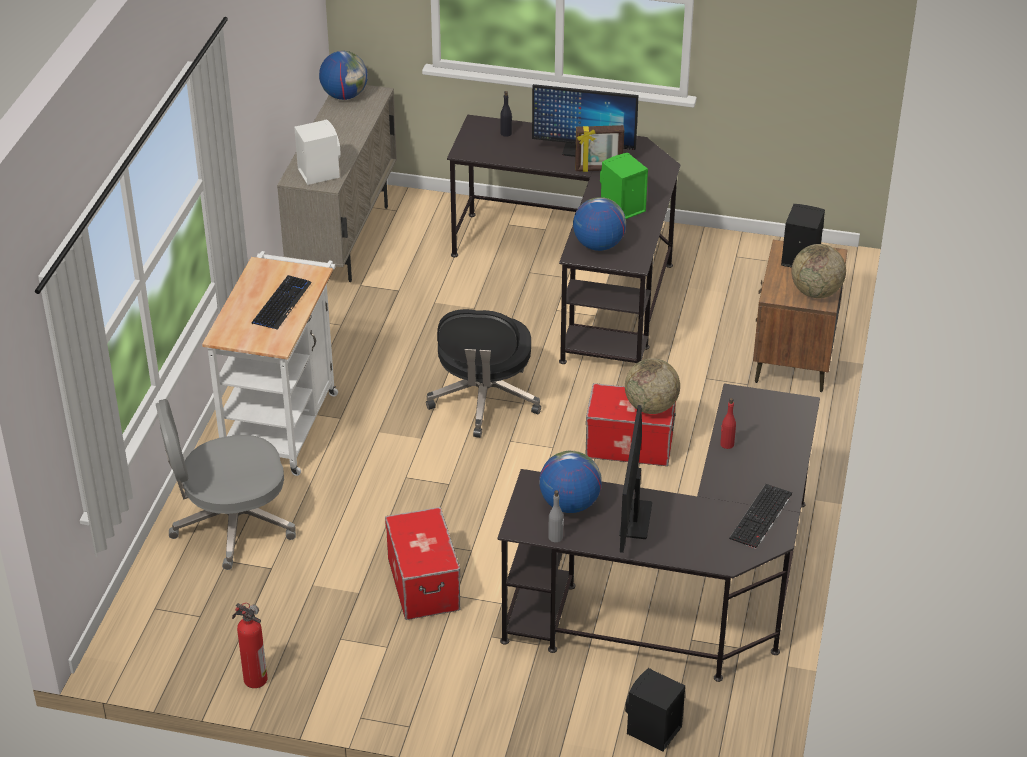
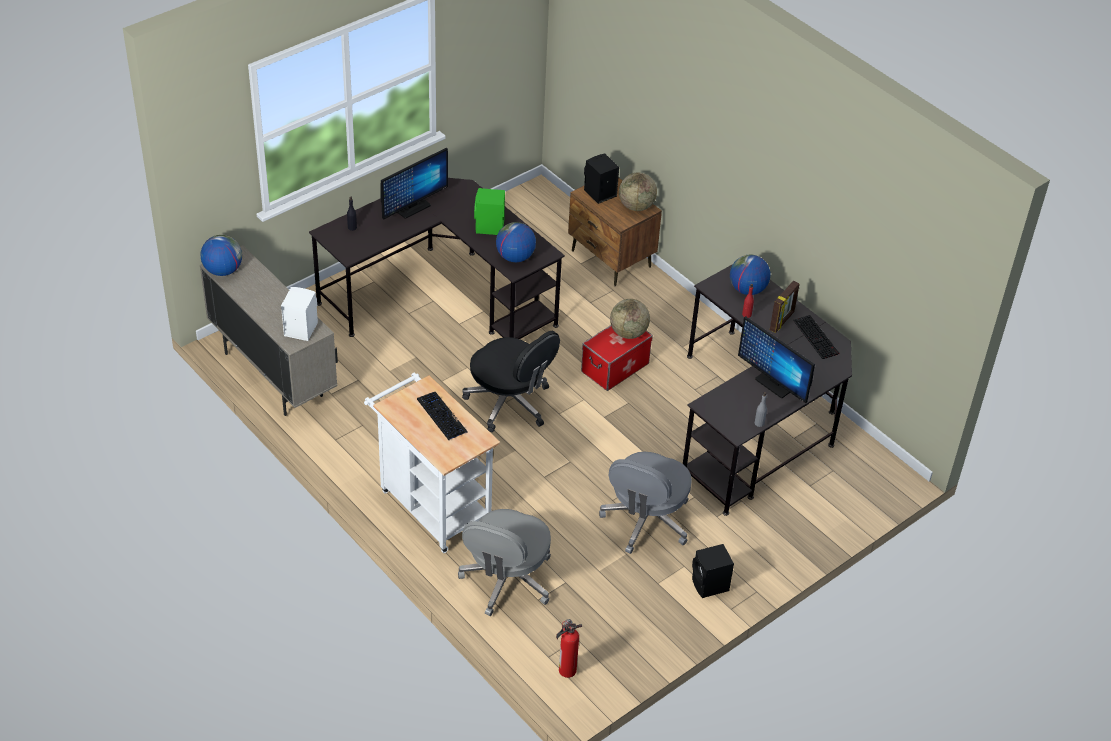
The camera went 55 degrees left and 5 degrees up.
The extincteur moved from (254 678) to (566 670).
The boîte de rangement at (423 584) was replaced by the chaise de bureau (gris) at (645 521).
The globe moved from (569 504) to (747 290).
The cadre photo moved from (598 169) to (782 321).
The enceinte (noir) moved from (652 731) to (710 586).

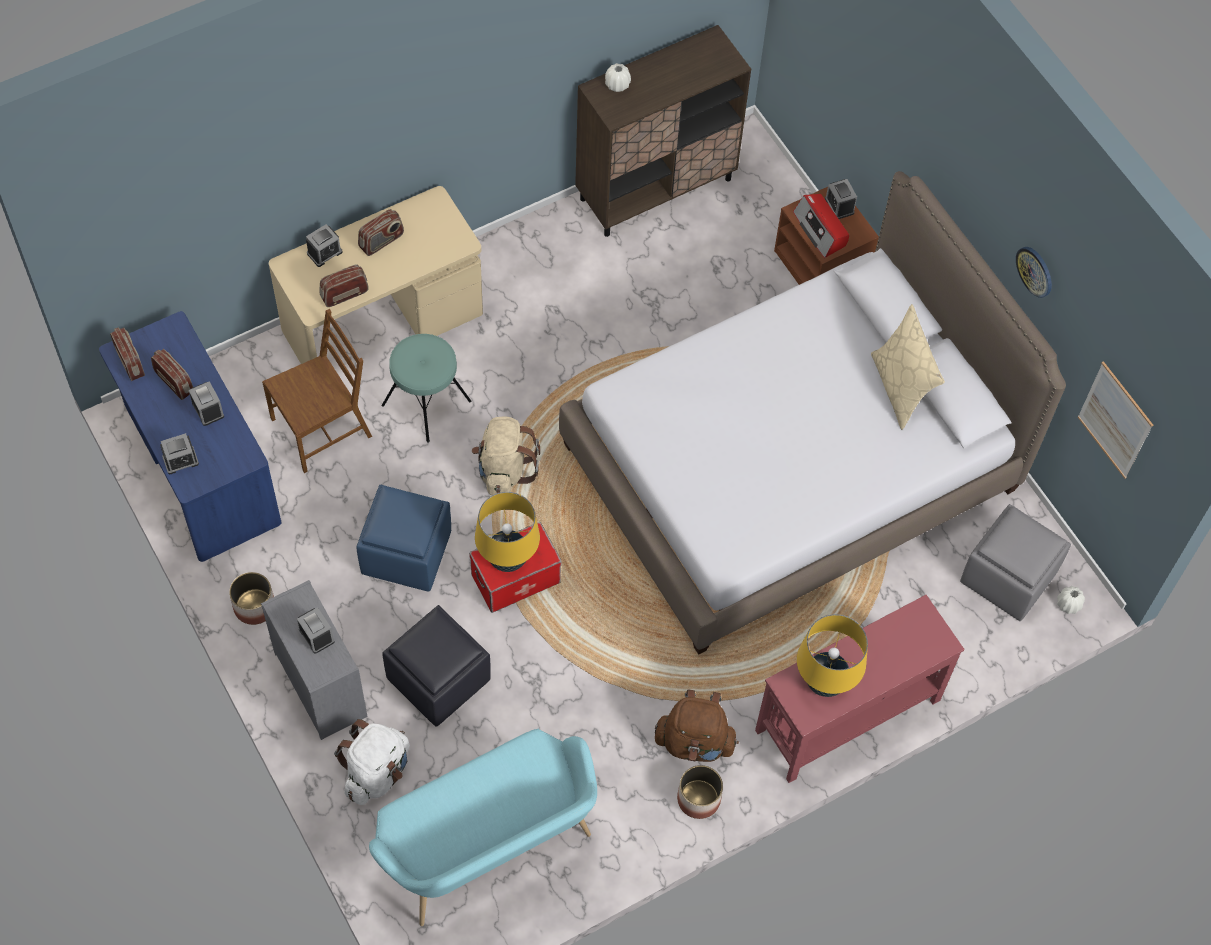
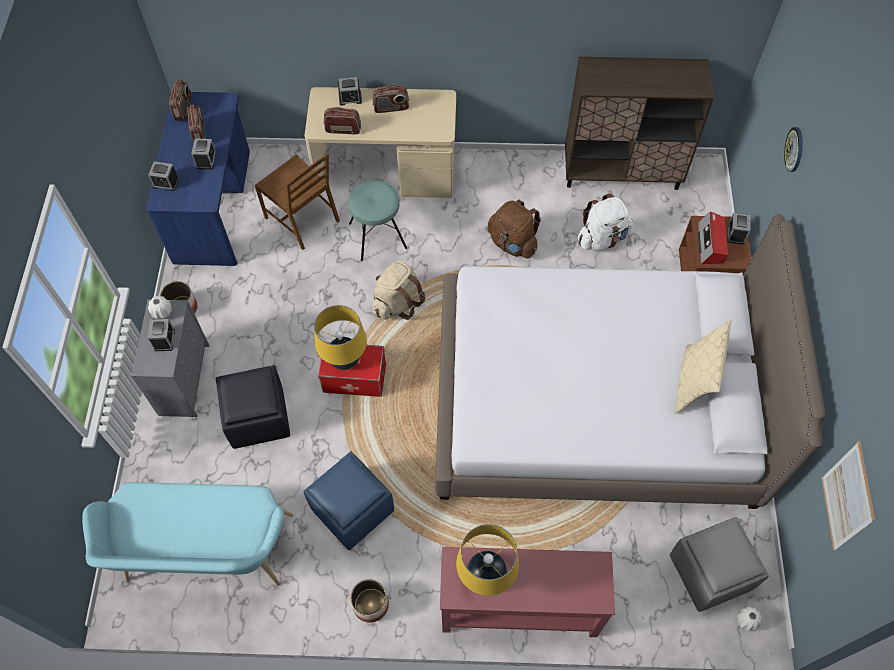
The camera went 35 degrees right and 0 degrees up.
The chaise (marron) at (322 427) turned 45 degrees clockwise.
The sac à dos (blanc) moved from (376 772) to (602 238).
The pouf (bleu) moved from (406 552) to (352 508).
The vase (blanc) moved from (617 84) to (162 312).
The sac à dos (marron) moved from (694 742) to (513 243).
The horloge murale moved from (1035 271) to (794 149).

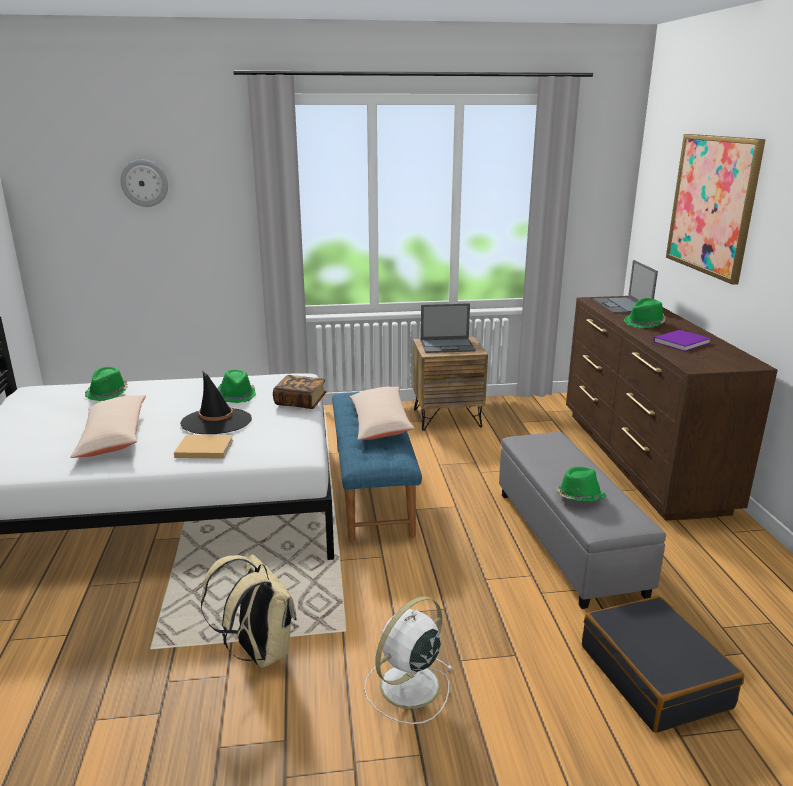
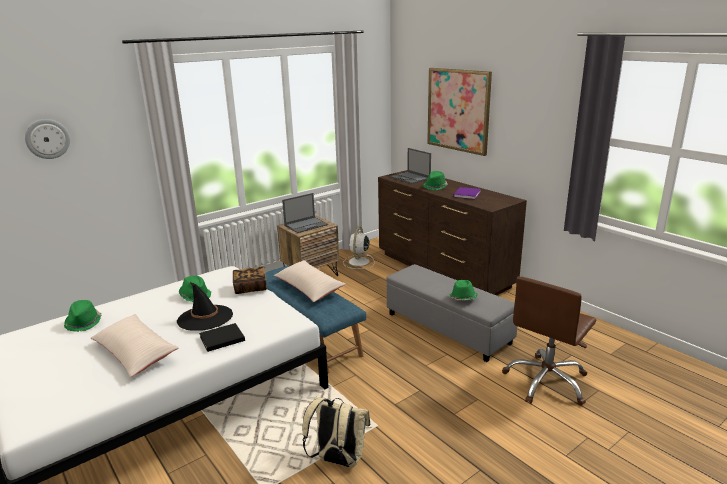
The camera went 30 degrees left and 0 degrees up.
The livre (beige) at (203 448) became the livre (noir) at (220 339).
The ventilateur (blanc) moved from (407 687) to (358 262).
The valise (noir) at (655 676) was replaced by the chaise de bureau (marron) at (546 381).

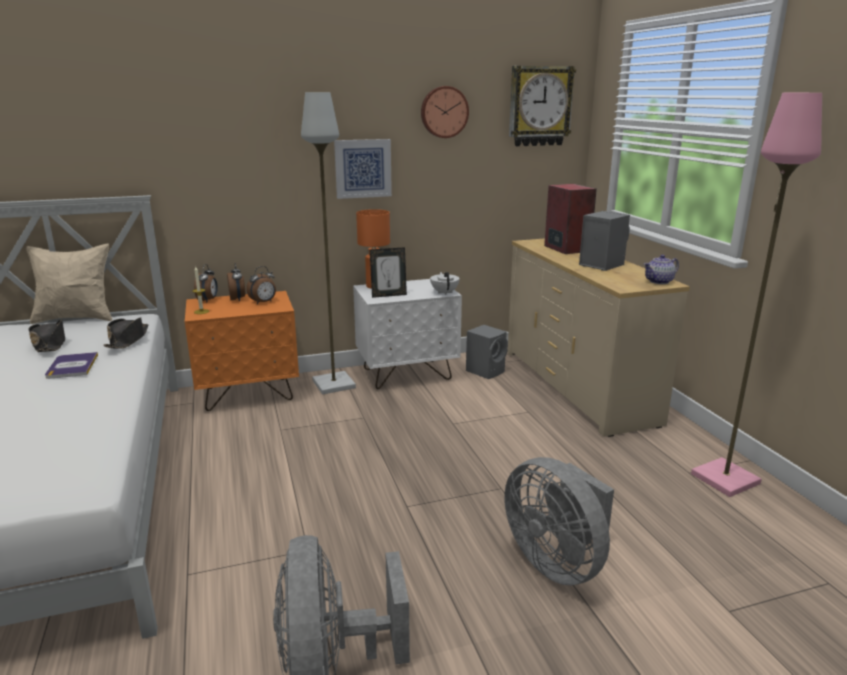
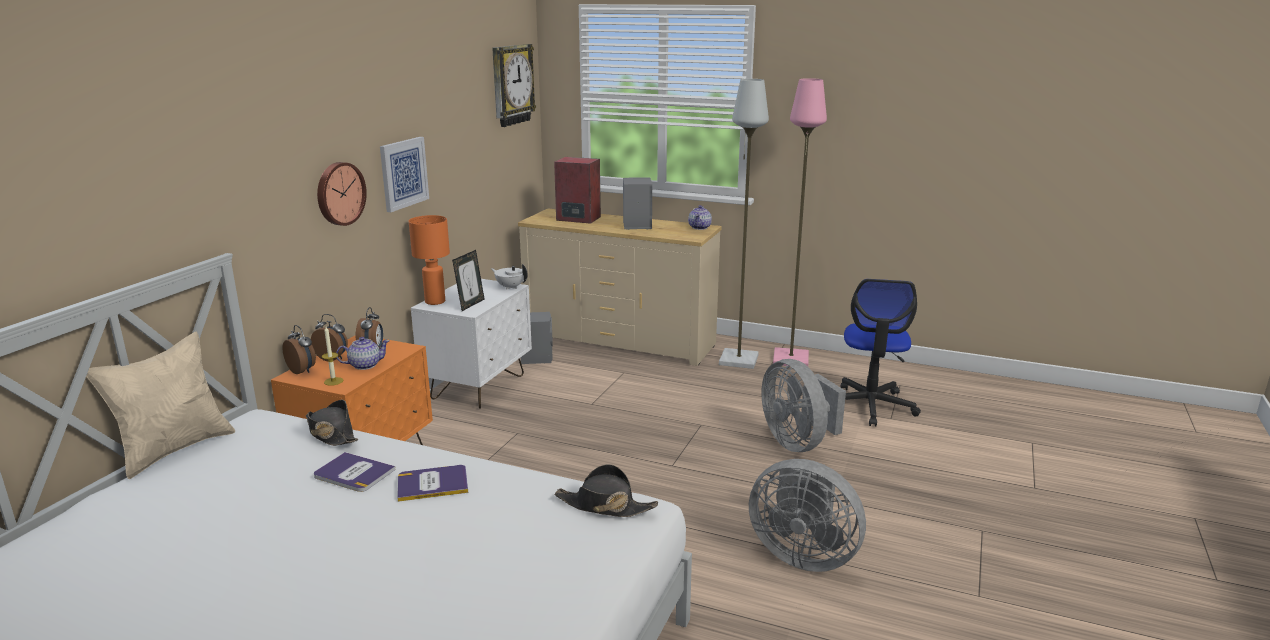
The camera went 50 degrees left and 0 degrees up.
The chapeau (noir) moved from (50 344) to (605 506).
The lampadaire (gris) moved from (333 384) to (738 360).
The horloge murale moved from (444 112) to (339 193).
The ventilateur (gris) at (557 562) turned 60 degrees clockwise.
The théière at (364 365) appeared.
The livre at (432 484) appeared.
The chaise de bureau at (870 406) appeared.

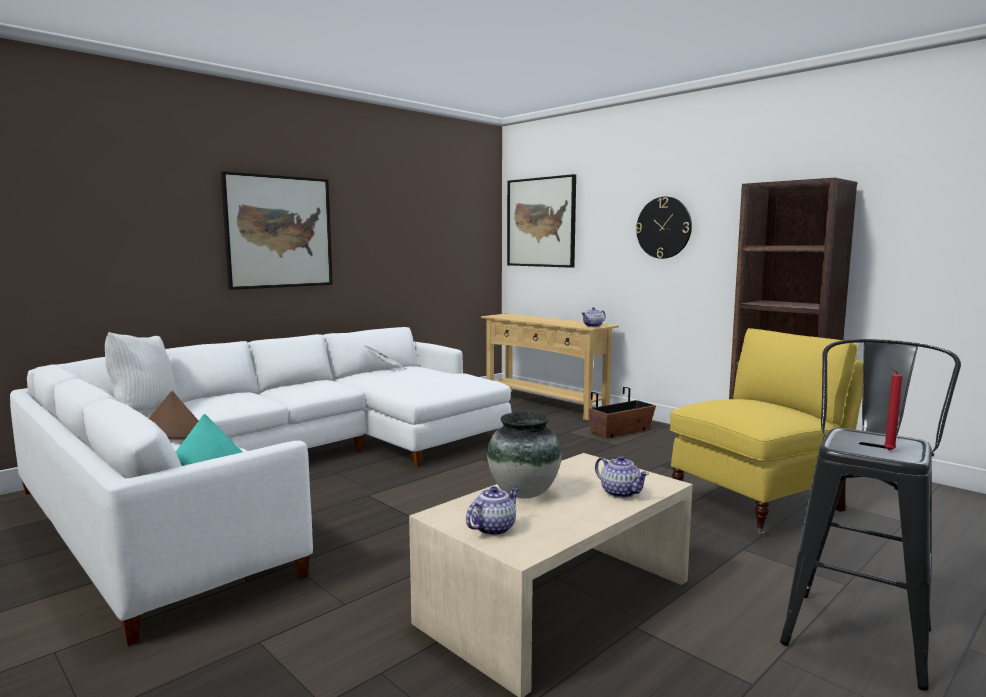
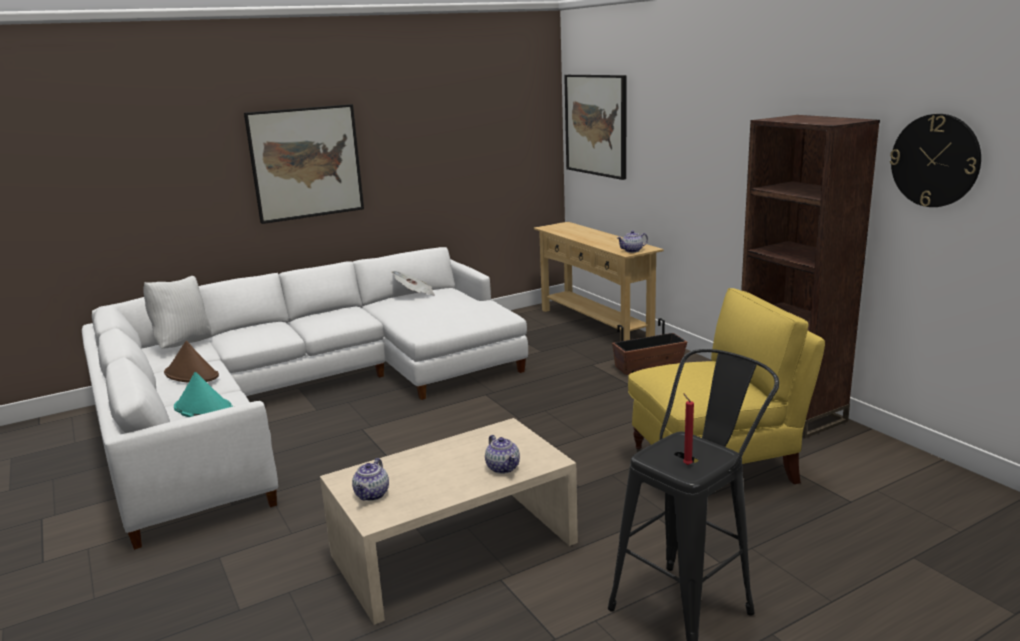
The camera went 15 degrees right and 10 degrees up.
The théière at (493 528) turned 135 degrees clockwise.
The vase at (524 493) disappeared.
The horloge murale moved from (663 227) to (935 160).

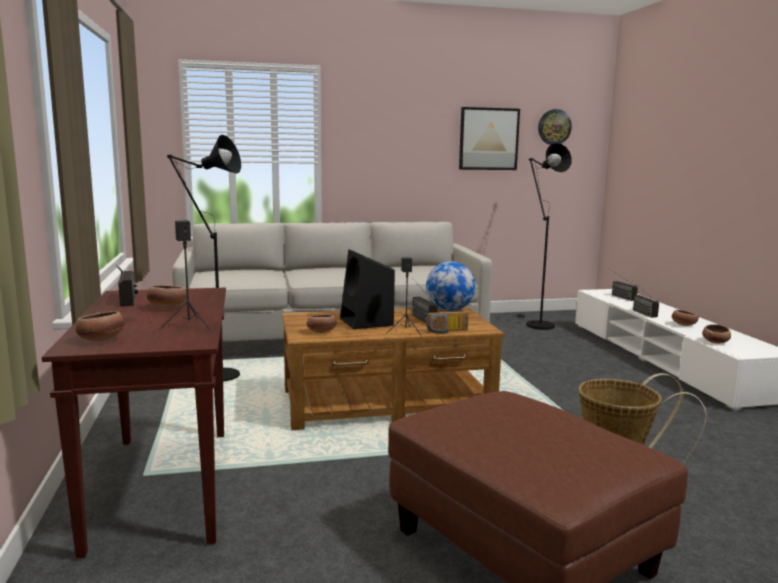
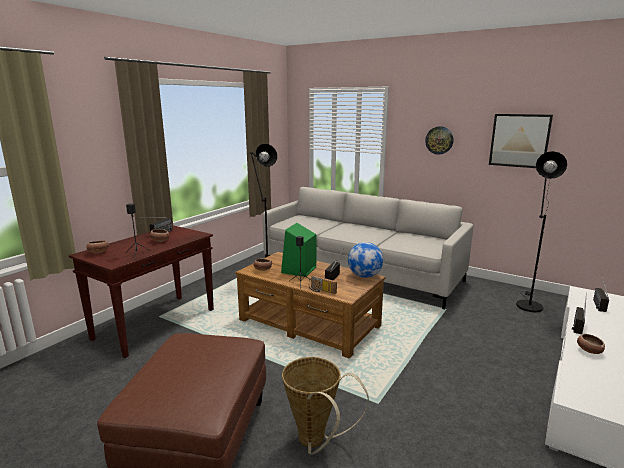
The camera went 45 degrees right and 5 degrees up.
The enceinte (noir) at (367 322) became the enceinte (vert) at (298 270).
The horloge murale moved from (554 127) to (439 140).
The bol at (715 342) disappeared.

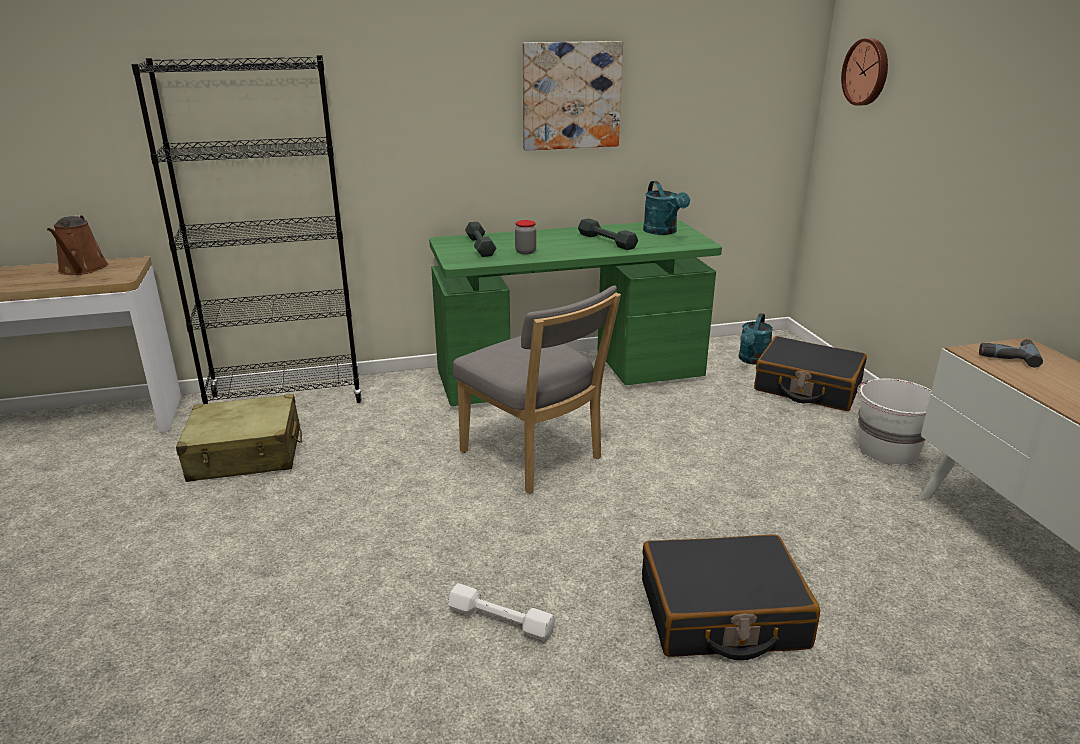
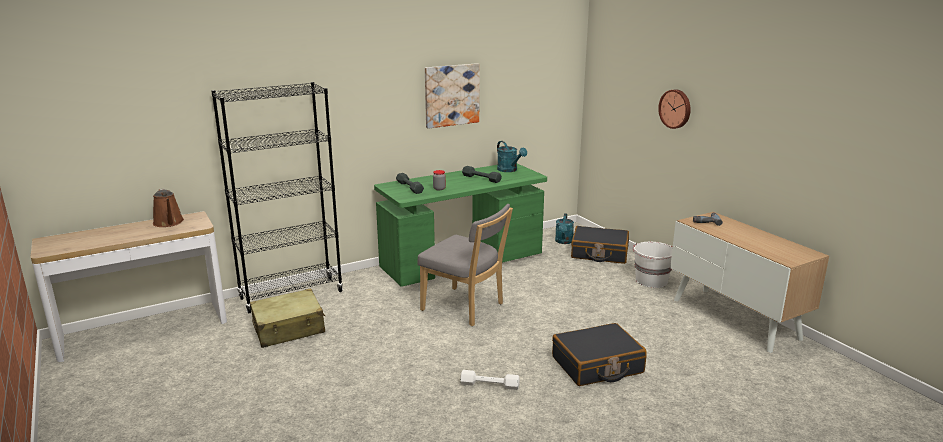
The camera went 15 degrees left and 5 degrees down.
The horloge murale moved from (867 72) to (675 108).

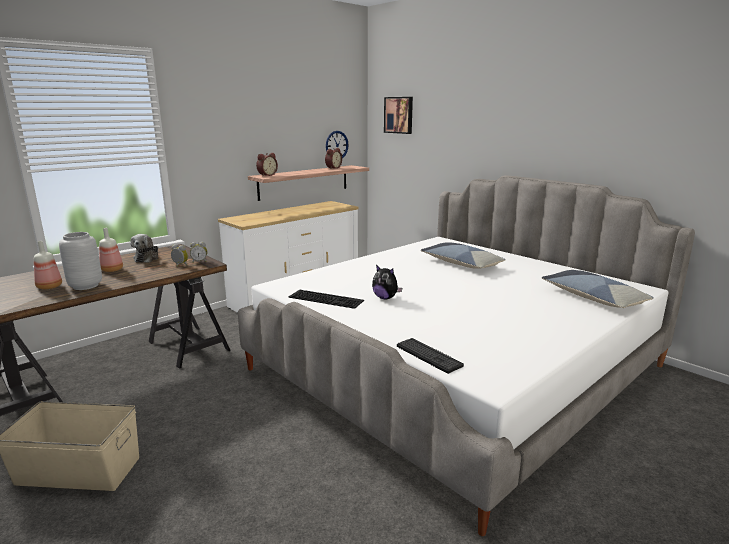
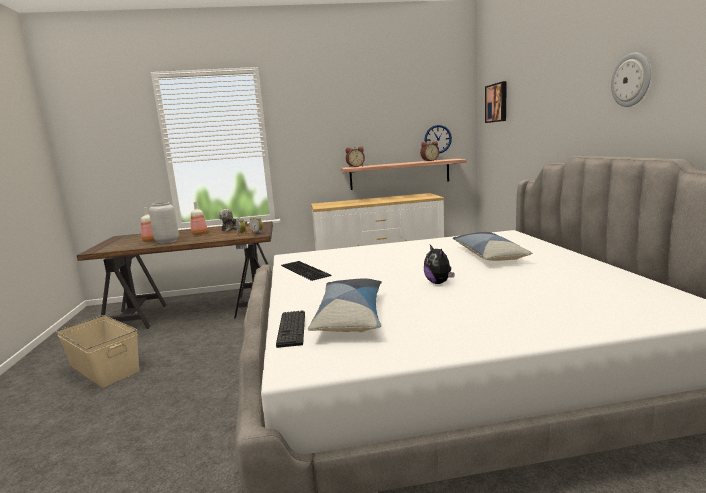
The camera went 35 degrees right and 5 degrees down.
The peluche moved from (385 298) to (439 283).
The coussin moved from (593 298) to (350 316).
The horloge murale at (631 80) appeared.

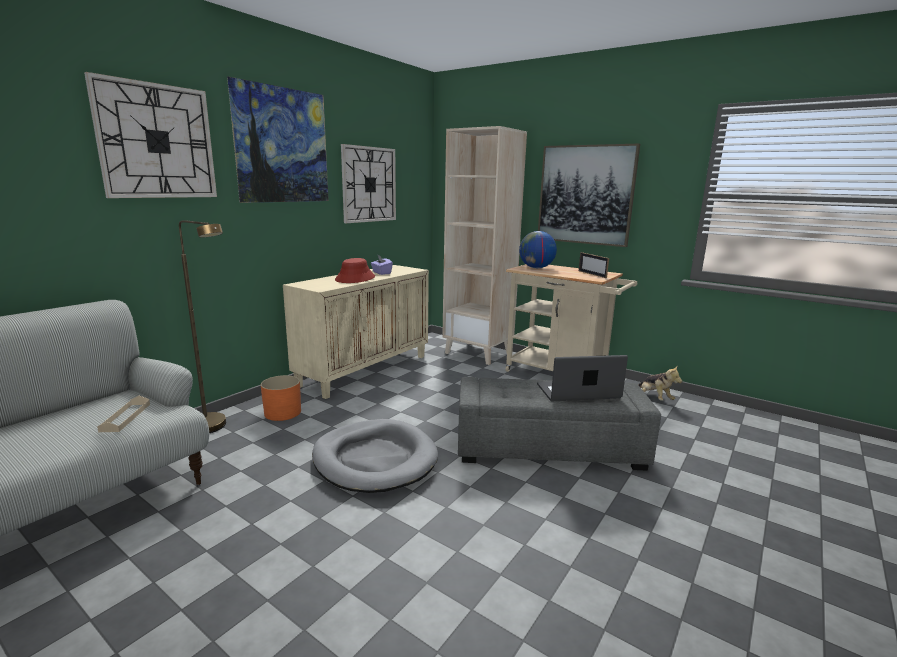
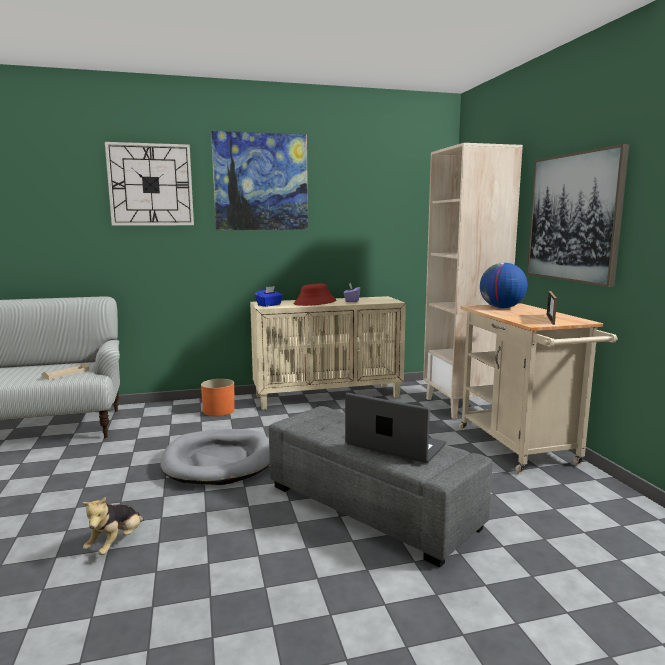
The camera went 40 degrees right and 5 degrees down.
The lampadaire (marron) at (213 428) disappeared.
The horloge murale at (369 184) disappeared.
The peluche moved from (654 398) to (116 543).
The boîte à mouchoirs (bleu) at (269 305) appeared.

